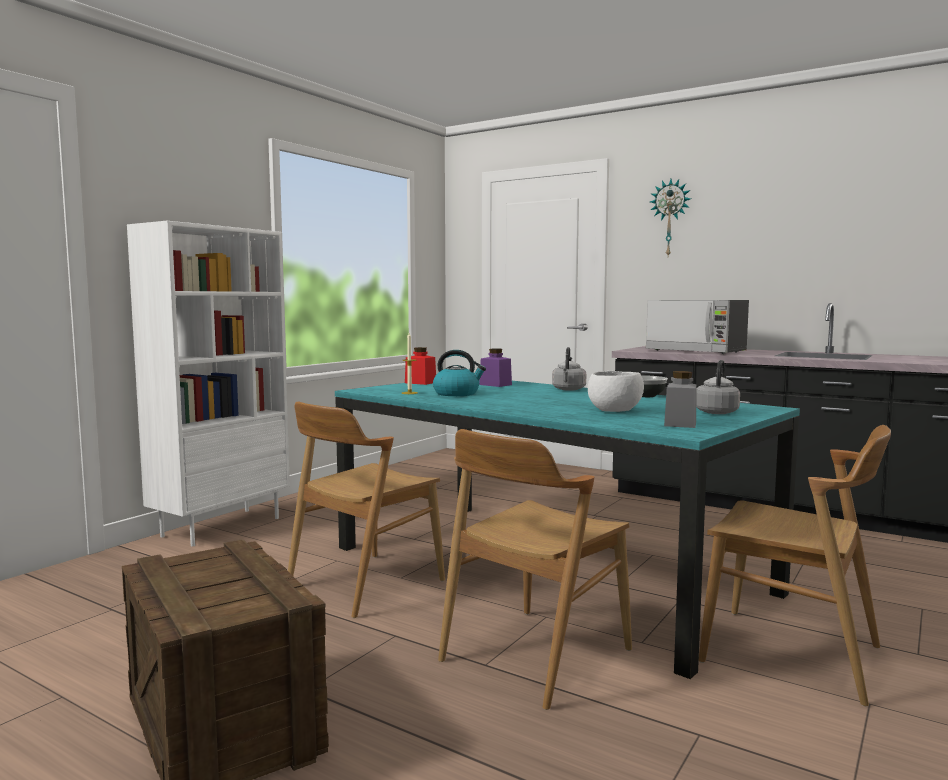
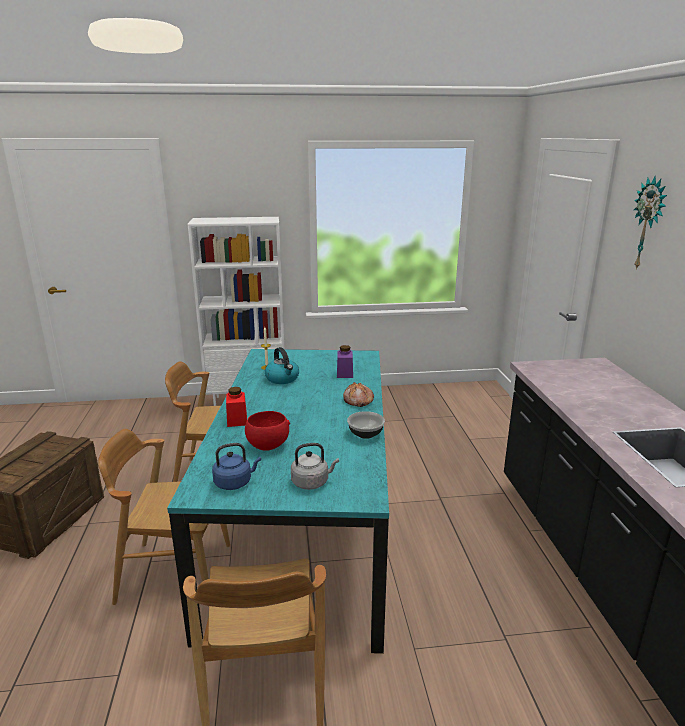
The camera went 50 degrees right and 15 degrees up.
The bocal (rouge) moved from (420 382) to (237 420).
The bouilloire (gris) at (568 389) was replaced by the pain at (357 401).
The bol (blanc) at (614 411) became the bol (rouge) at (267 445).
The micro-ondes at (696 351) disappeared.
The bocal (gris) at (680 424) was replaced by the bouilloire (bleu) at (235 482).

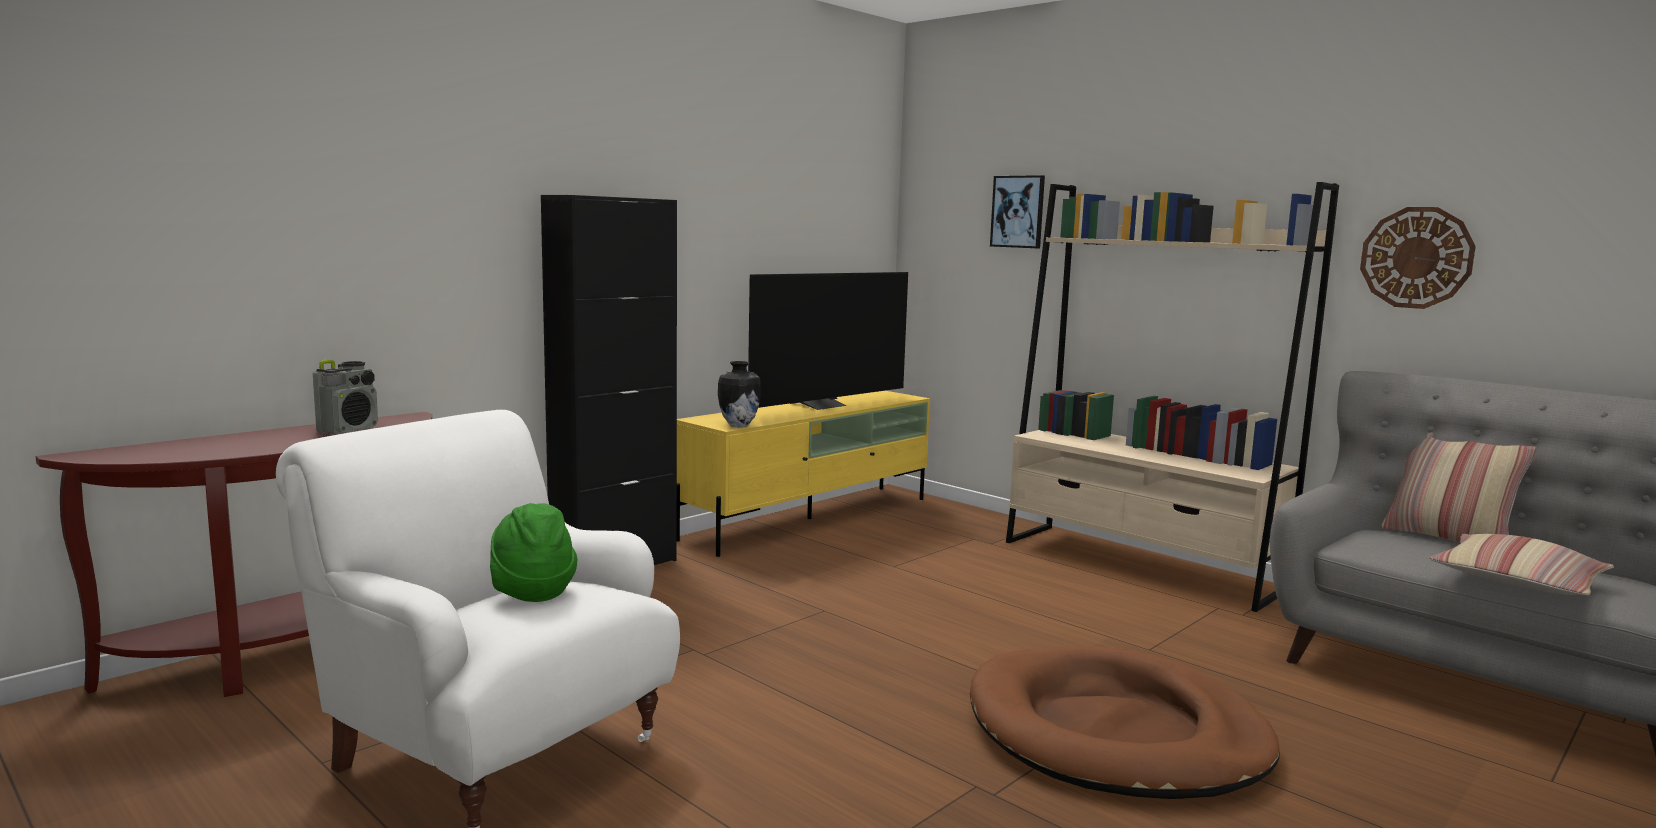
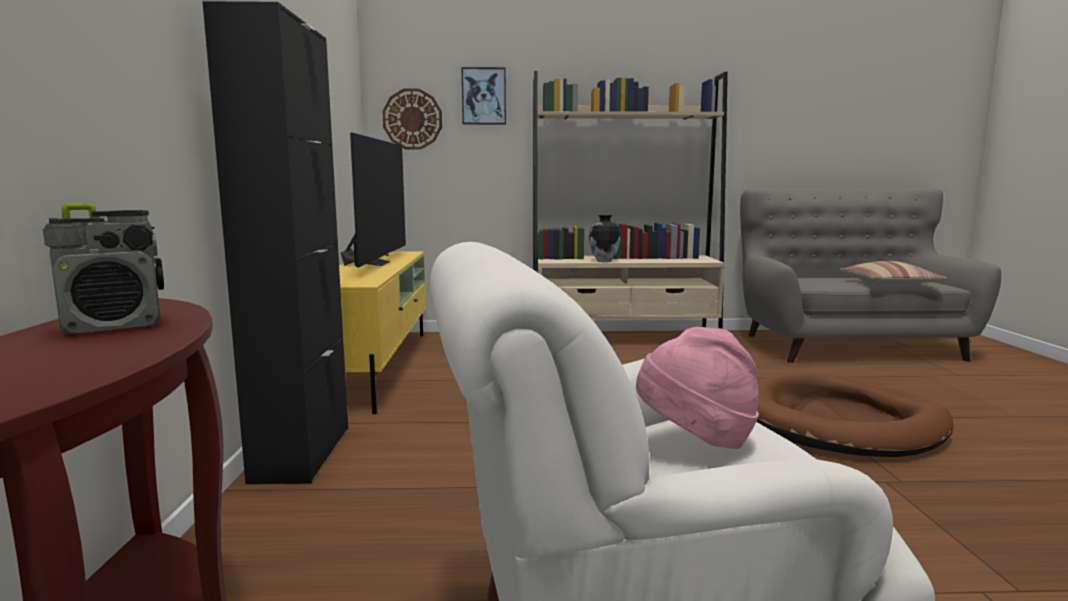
The camera went 45 degrees left and 0 degrees up.
The radio at (349 429) turned 75 degrees clockwise.
The chapeau (vert) at (531 590) became the chapeau (rose) at (695 440).
The vase moved from (738 425) to (603 261).
The horloge murale moved from (1416 257) to (412 119).
The coussin at (1448 540) disappeared.

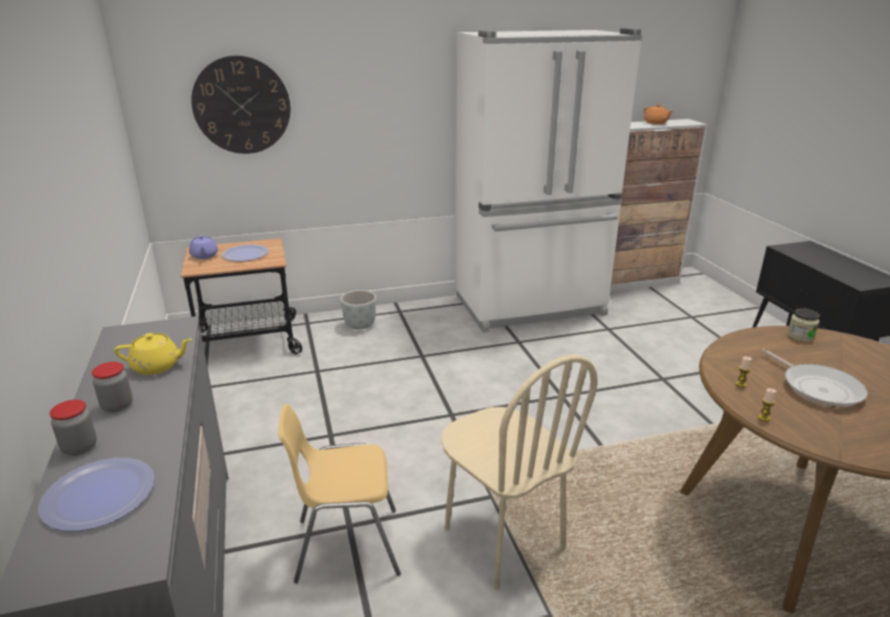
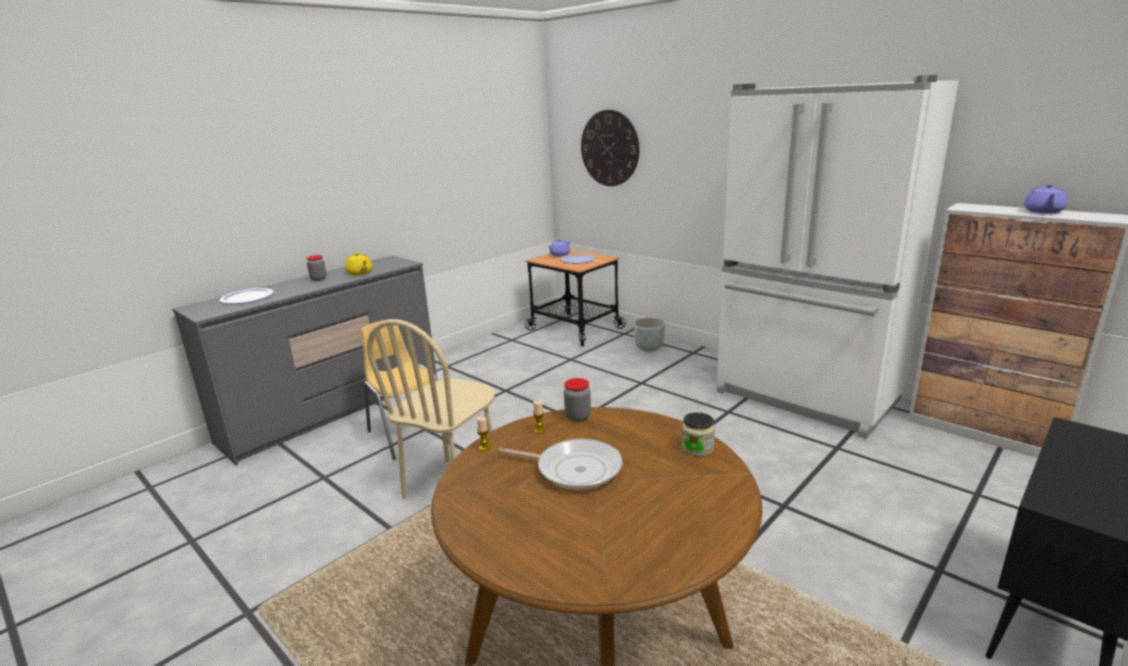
The camera went 60 degrees right and 5 degrees down.
The bocal moved from (80 447) to (578 416).
The théière (orange) at (656 123) became the théière (violet) at (1043 211).
The poêle at (818 388) turned 105 degrees counterclockwise.

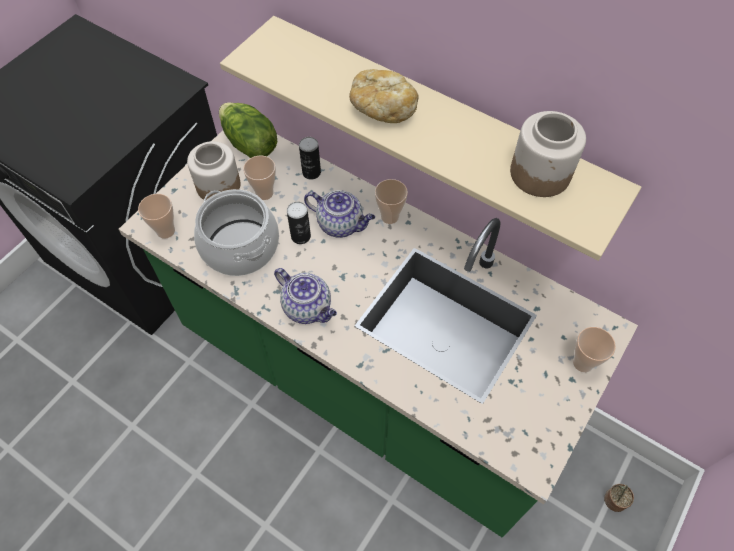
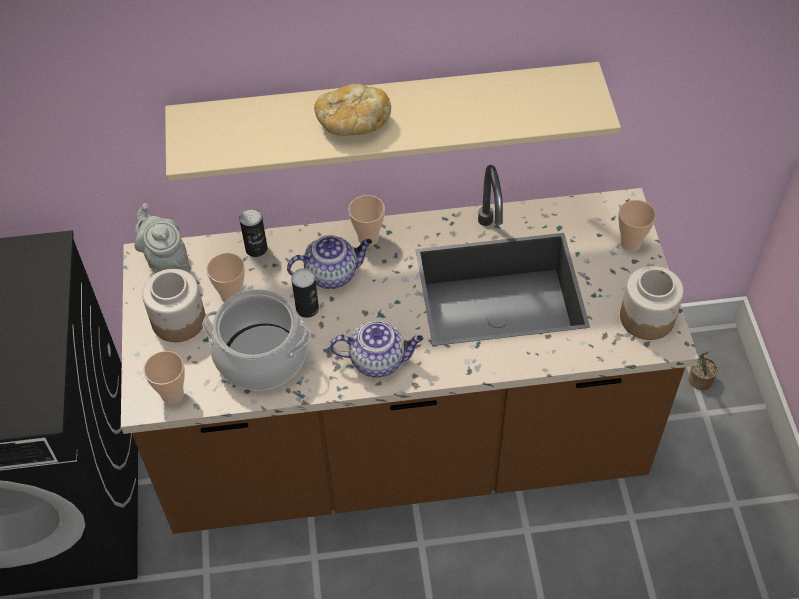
The camera went 40 degrees left and 5 degrees down.
The comptoir de cuisine (vert) at (367 379) became the comptoir de cuisine (marron) at (403 446).
The laitue at (249 144) was replaced by the théière (gris) at (167 264).
The bocal moved from (540 173) to (647 317).

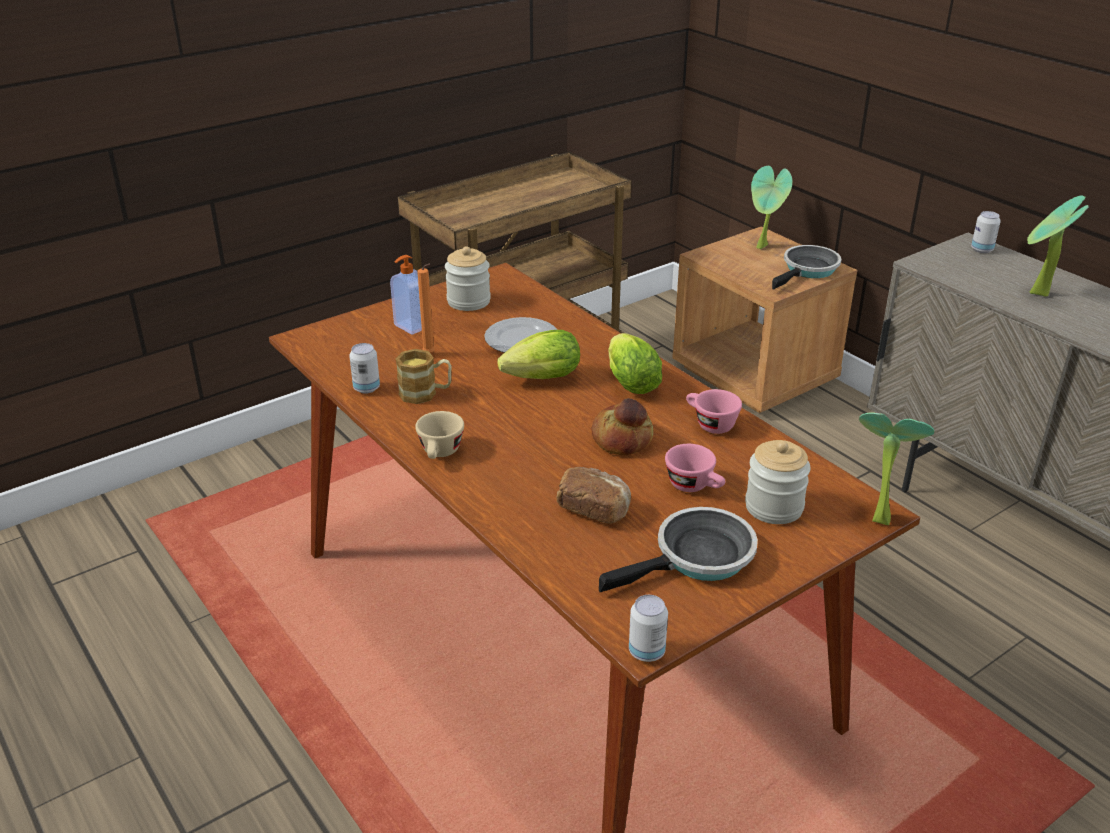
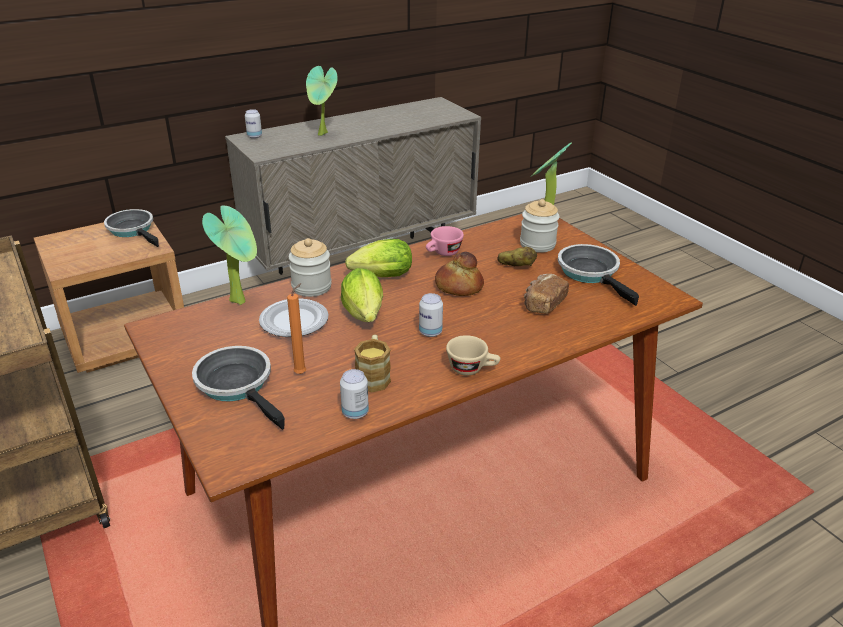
The camera went 85 degrees left and 0 degrees up.
The distributeur de savon at (410 327) was replaced by the poêle at (238 385).
The bocal moved from (468 301) to (311 287).
The boîte métallique moved from (646 652) to (430 332).
The tasse (rose) at (695 486) was replaced by the pomme de terre at (516 266).
The plante en pot moved from (763 247) to (241 300).

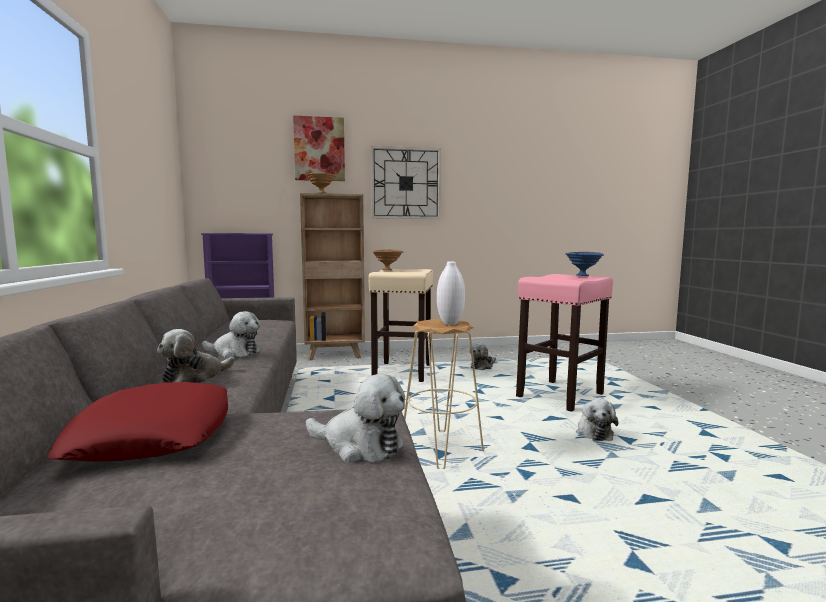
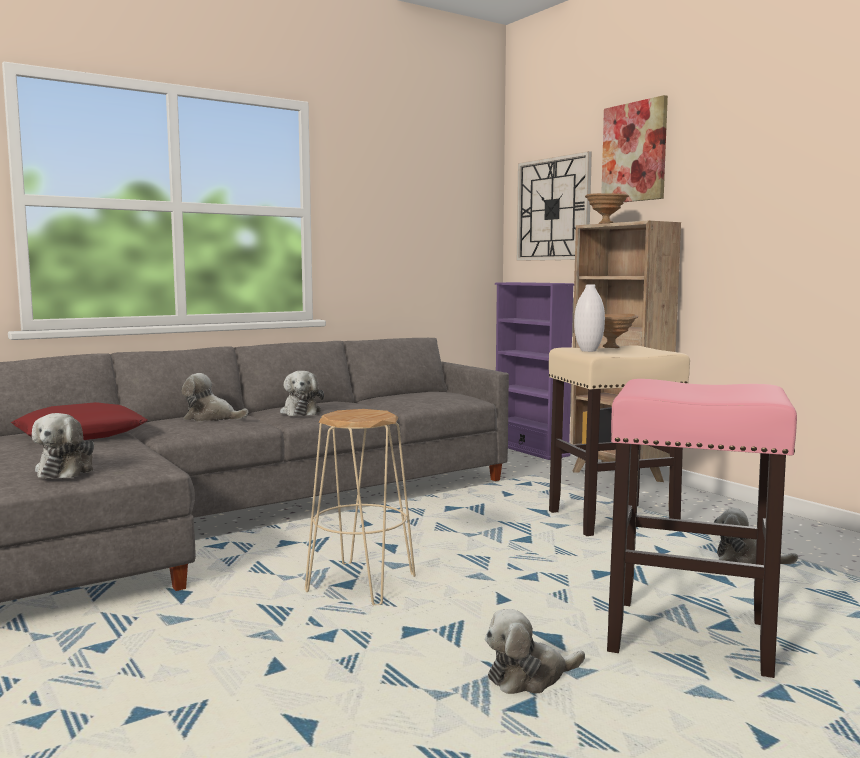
The camera went 65 degrees right and 0 degrees up.
The horloge murale moved from (405 183) to (553 209).
The vase (blanc) moved from (450 323) to (588 351).
The bol (bleu) at (583 276) disappeared.

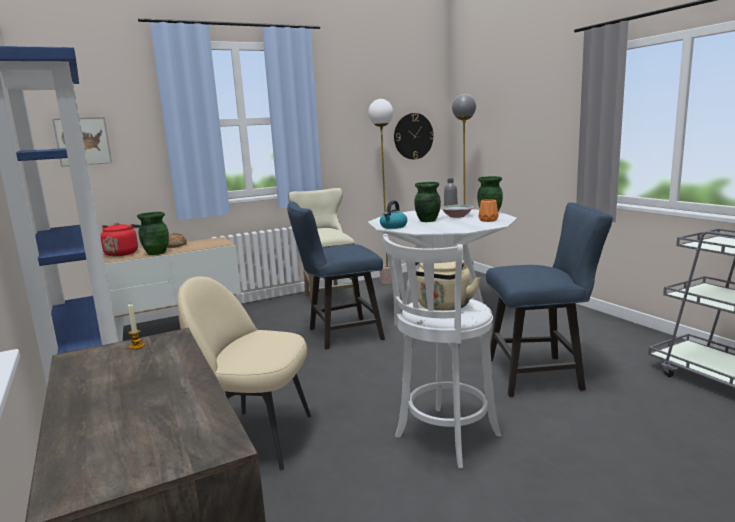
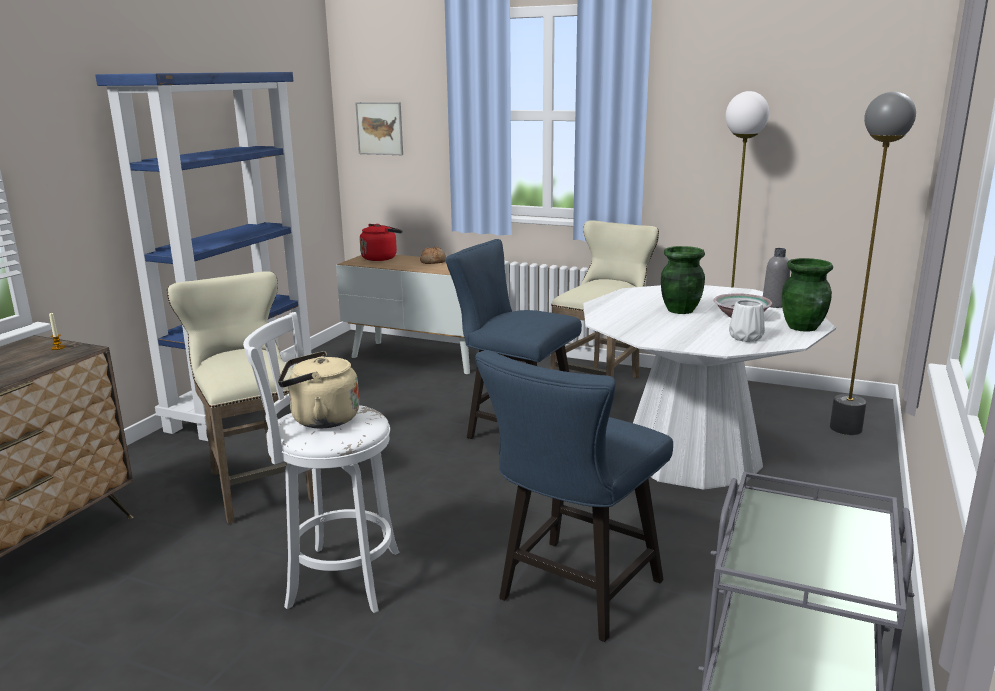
The camera went 50 degrees right and 5 degrees up.
The vase (vert) at (156 253) disappeared.
The chaise (beige) at (257 438) was replaced by the tabouret (beige) at (256 484).
The bouilloire at (393 227) disappeared.
The horloge murale at (413 136) disappeared.
The vase (orange) at (487 220) became the vase (blanc) at (744 337).
The chaise (bleu) at (541 374) turned 75 degrees clockwise.

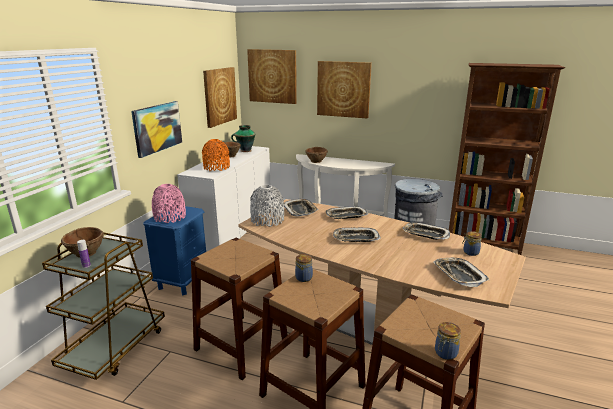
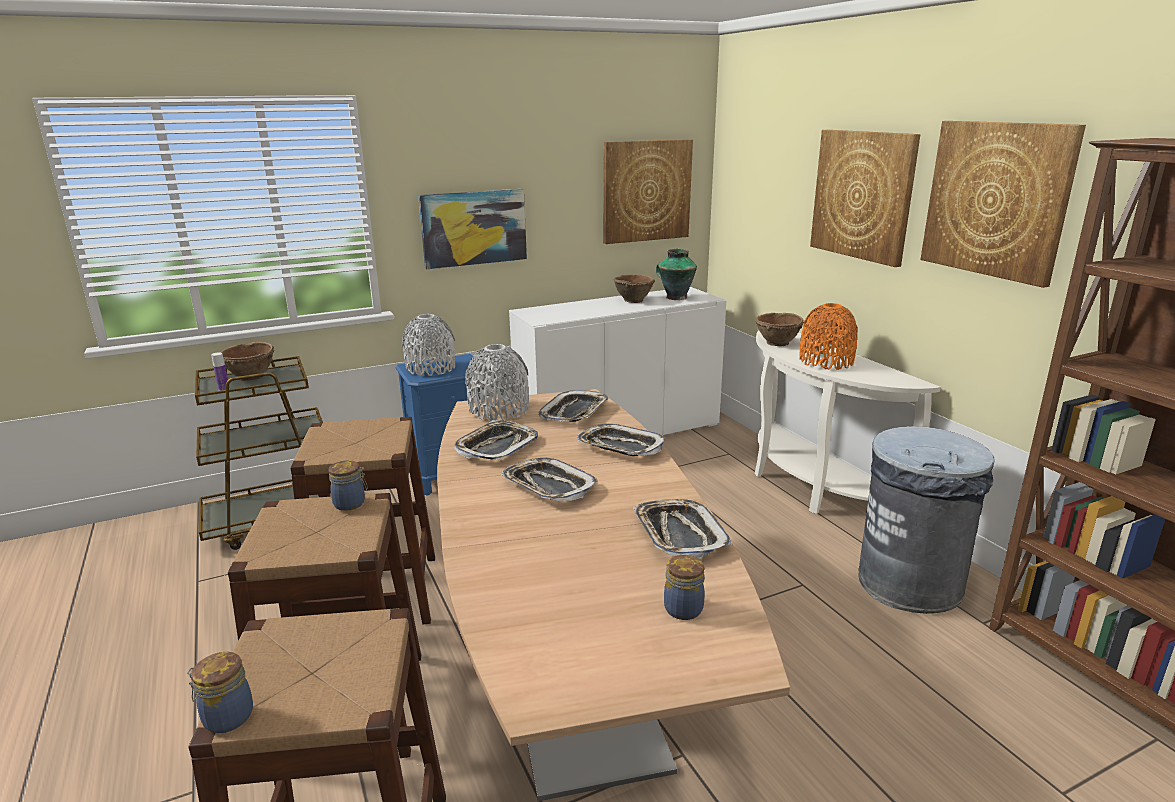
The camera went 45 degrees right and 0 degrees up.
The vase (rose) at (170 217) became the vase (gris) at (431 368).
The vase (orange) moved from (216 167) to (826 362).
The tableau moved from (272 76) to (996 199).
The plateau moved from (459 275) to (496 446).

